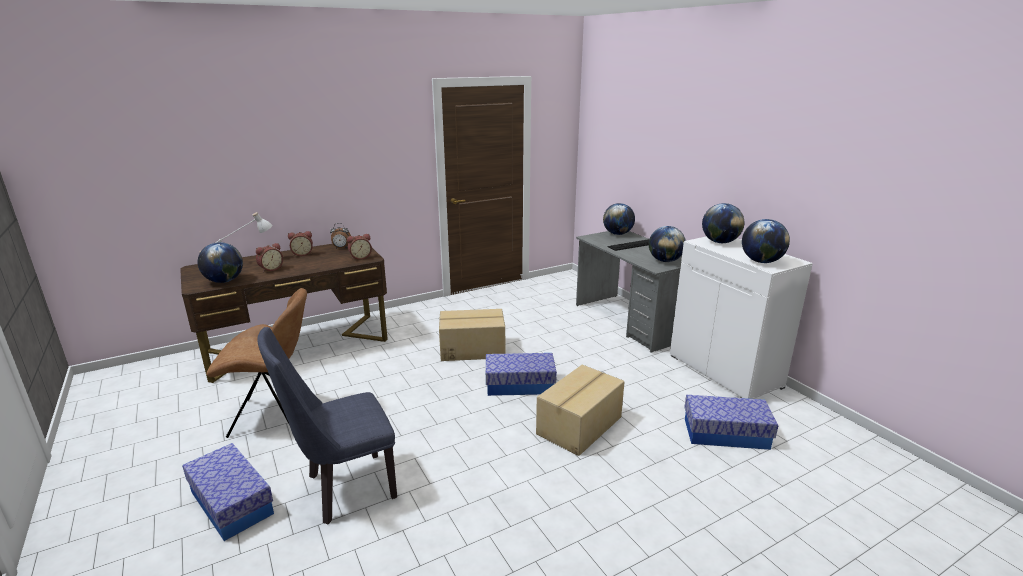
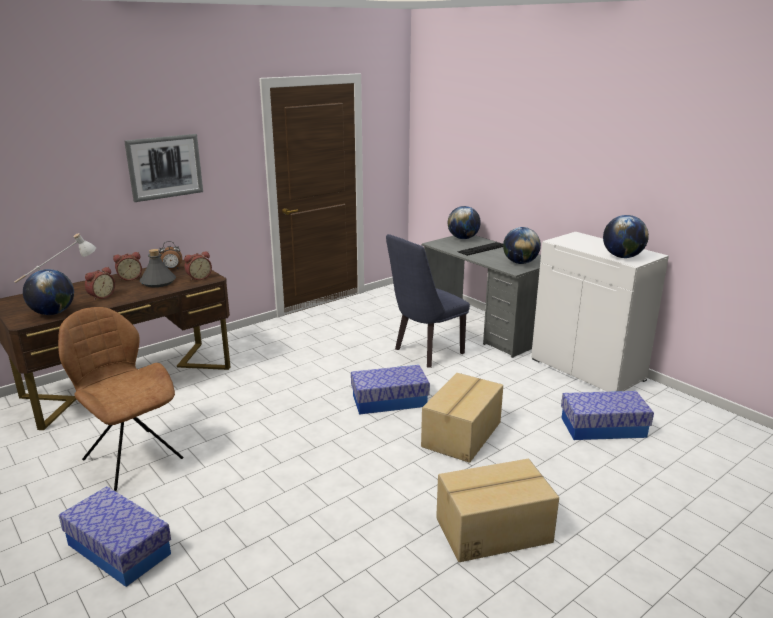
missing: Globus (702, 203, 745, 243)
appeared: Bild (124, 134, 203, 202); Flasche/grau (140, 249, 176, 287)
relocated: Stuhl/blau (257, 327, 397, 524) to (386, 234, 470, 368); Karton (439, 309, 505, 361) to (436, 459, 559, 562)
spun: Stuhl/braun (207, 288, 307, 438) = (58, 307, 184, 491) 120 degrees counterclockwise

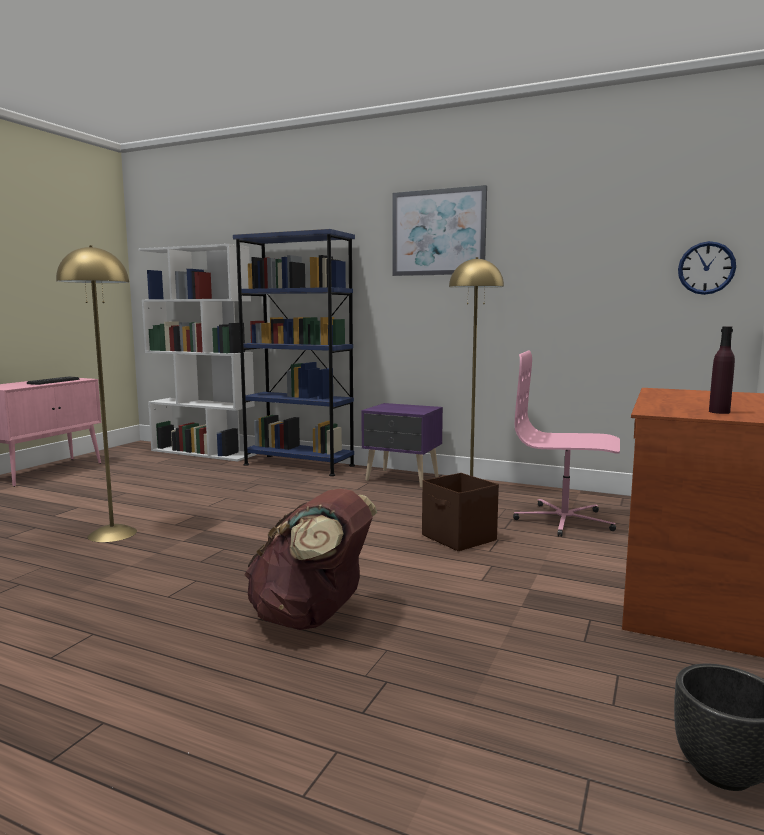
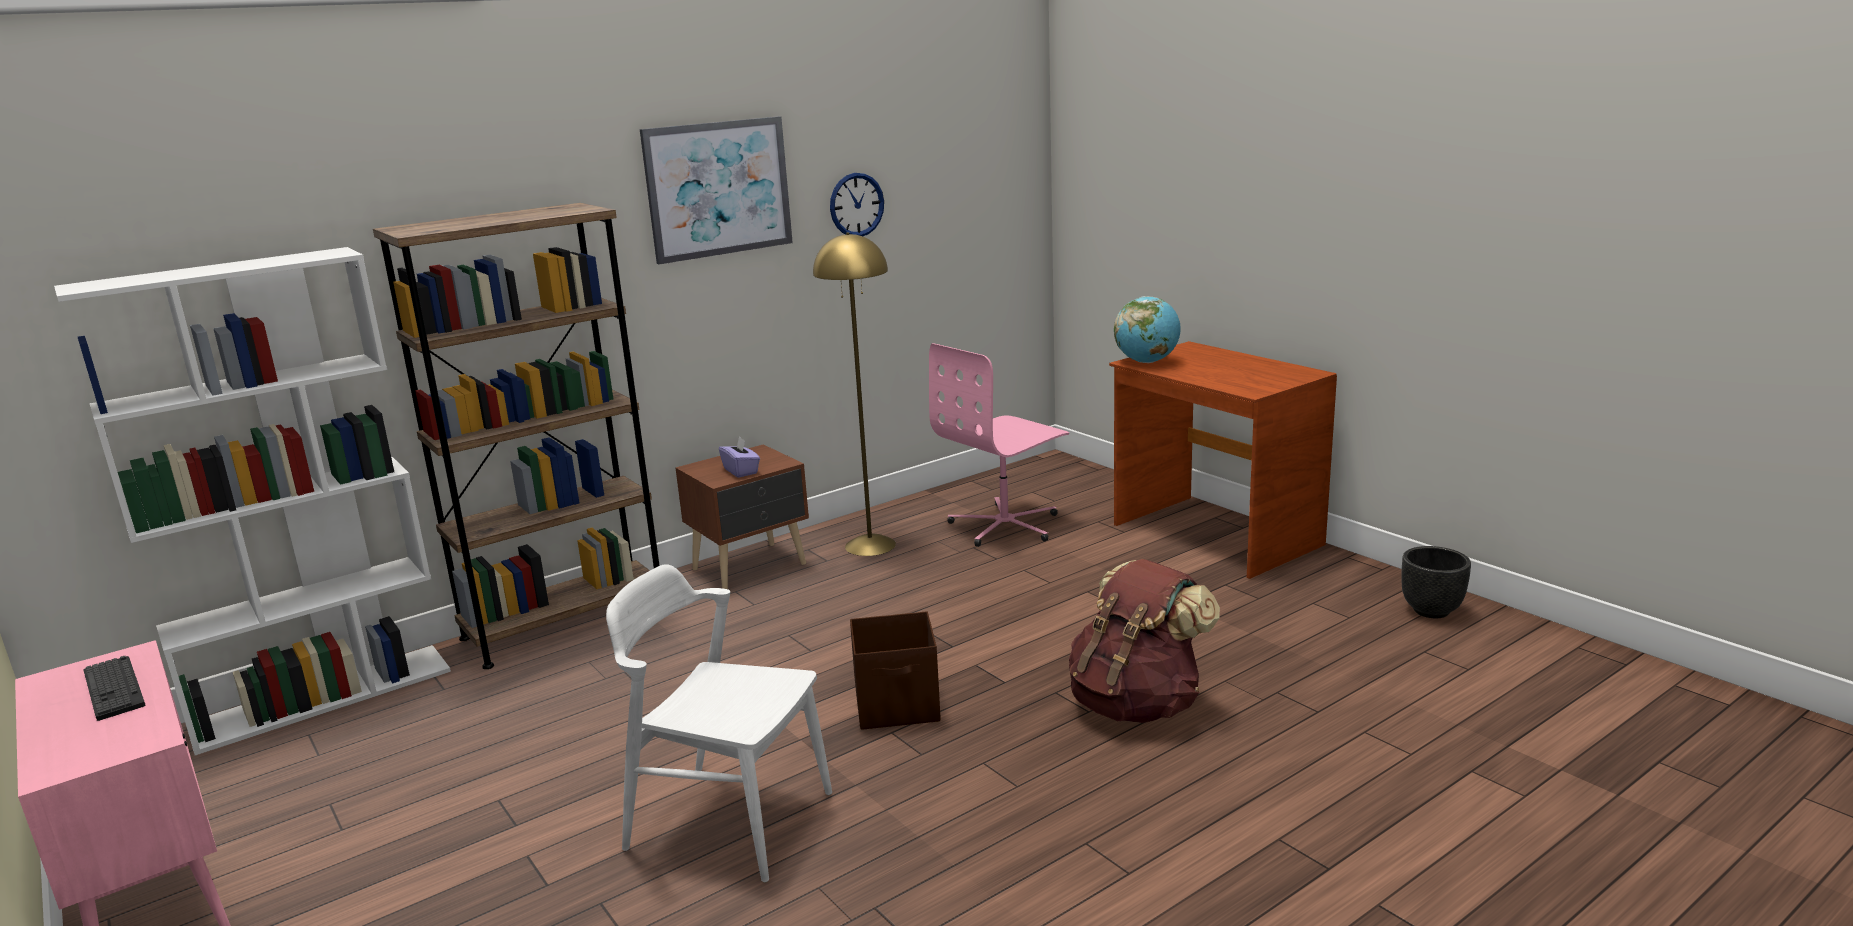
missing: Flasche/lila (709, 326, 735, 414)
appeared: Taschentuchbox/lila (719, 436, 760, 478); Globus (1114, 296, 1181, 363)
relocated: Aufbewahrungsbox/braun (422, 473, 499, 551) to (850, 611, 941, 730); Wanduhr (678, 241, 736, 295) to (830, 173, 884, 236)
exchanged: Stehlampe/gelb (56, 245, 137, 542) to Stuhl/weiß (606, 564, 832, 883)
colour: Bücherregal/blau (233, 229, 355, 476) to Bücherregal/braun (373, 203, 660, 669); Nachttisch/lila (361, 403, 443, 488) to Nachttisch/braun (675, 444, 809, 589)

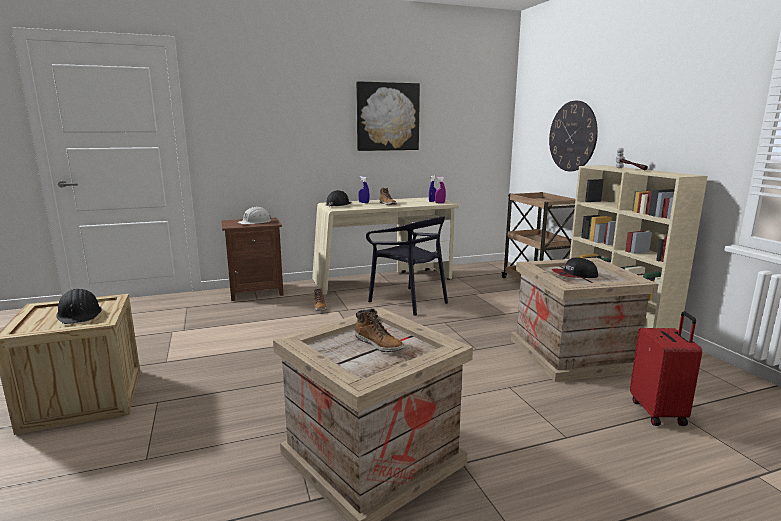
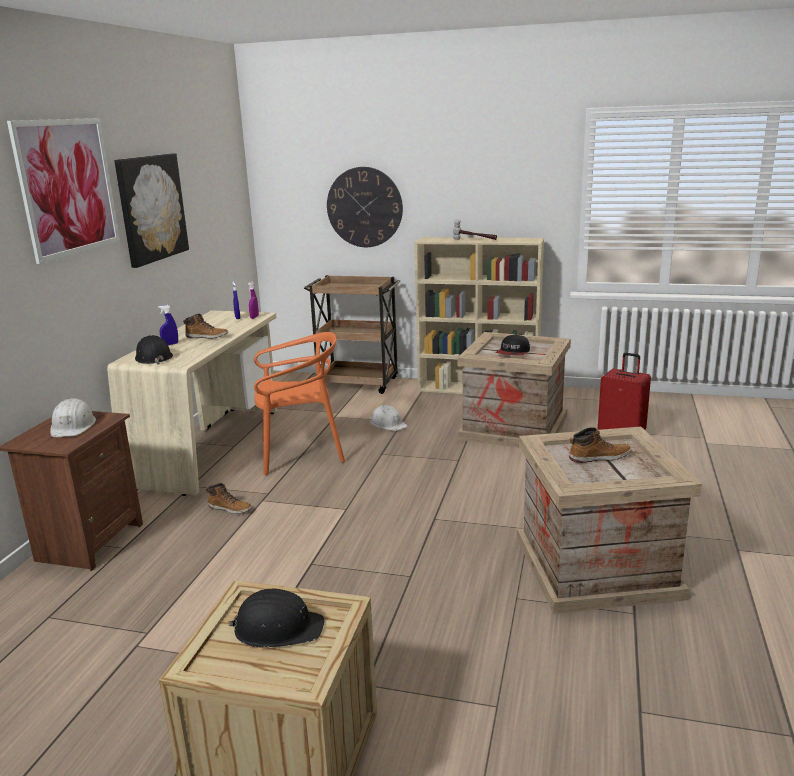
appeared: Bild (7, 118, 120, 264); Schutzhelm/weiß (370, 405, 408, 431)
colour: Stuhl/schwarz (366, 216, 448, 316) to Stuhl/orange (254, 332, 345, 475)

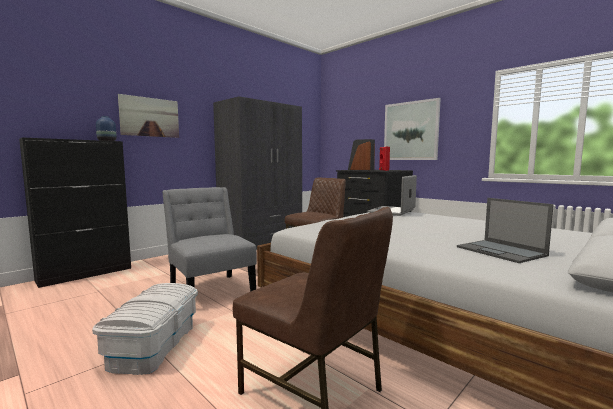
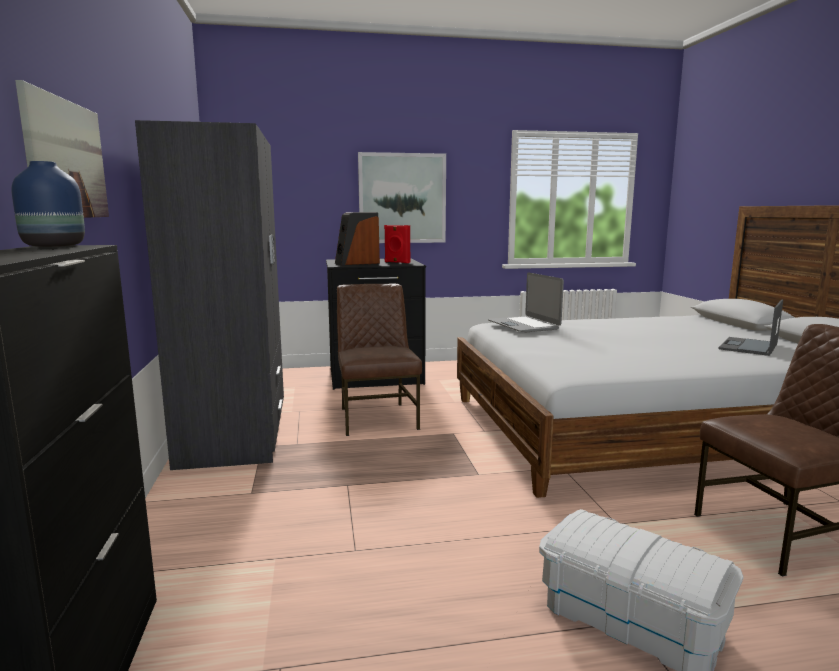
missing: Stuhl/grau (162, 187, 257, 292)
spun: Laptop (457, 198, 554, 263) = (718, 300, 783, 356) 120 degrees clockwise

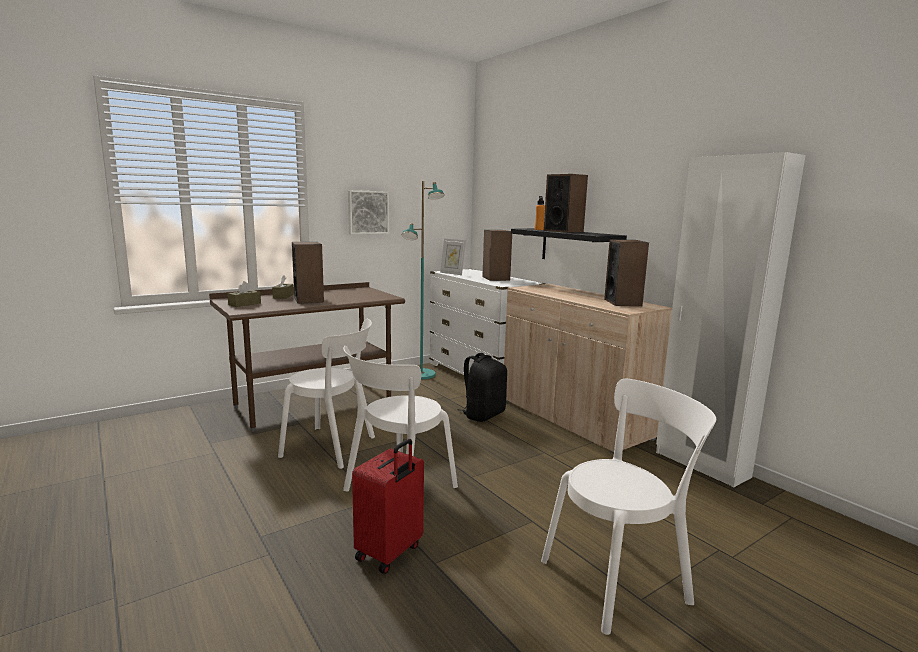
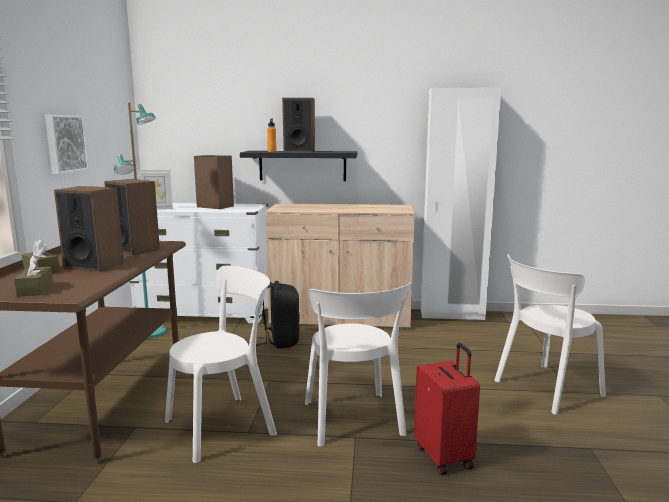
relocated: Lautsprecher (604, 239, 649, 306) to (104, 179, 160, 255)
spun: Stuhl/weiß (541, 379, 716, 635) = (494, 254, 606, 415) 135 degrees counterclockwise

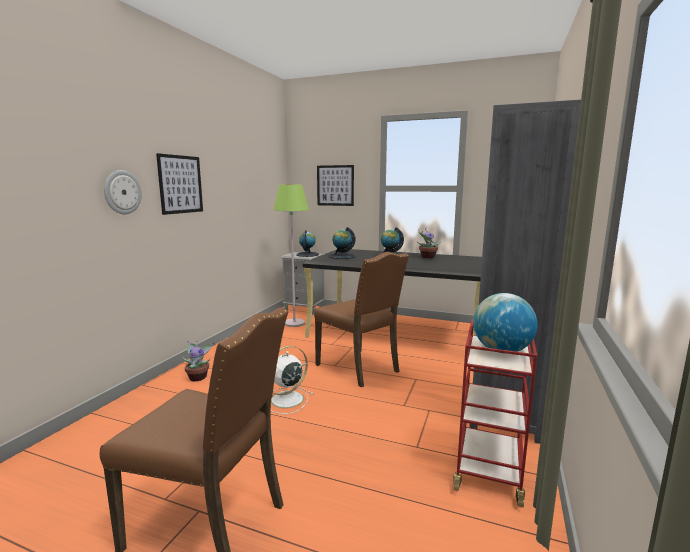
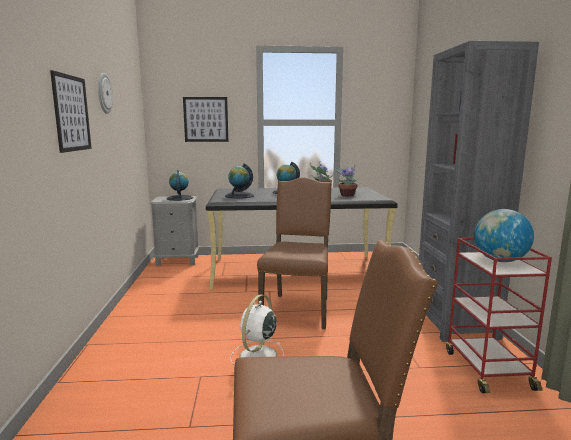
missing: Stehlampe/grün (273, 184, 309, 327)
relocated: Wanduhr (104, 170, 142, 214) to (98, 73, 113, 114); Topfpflanze (183, 341, 214, 382) to (334, 163, 359, 197)
spun: Stuhl/braun (314, 252, 409, 387) = (257, 177, 332, 329) 105 degrees counterclockwise

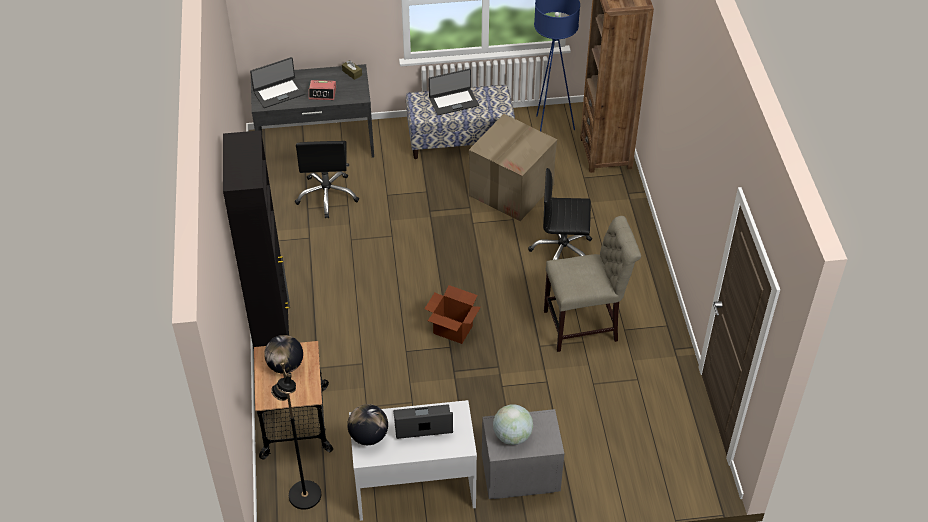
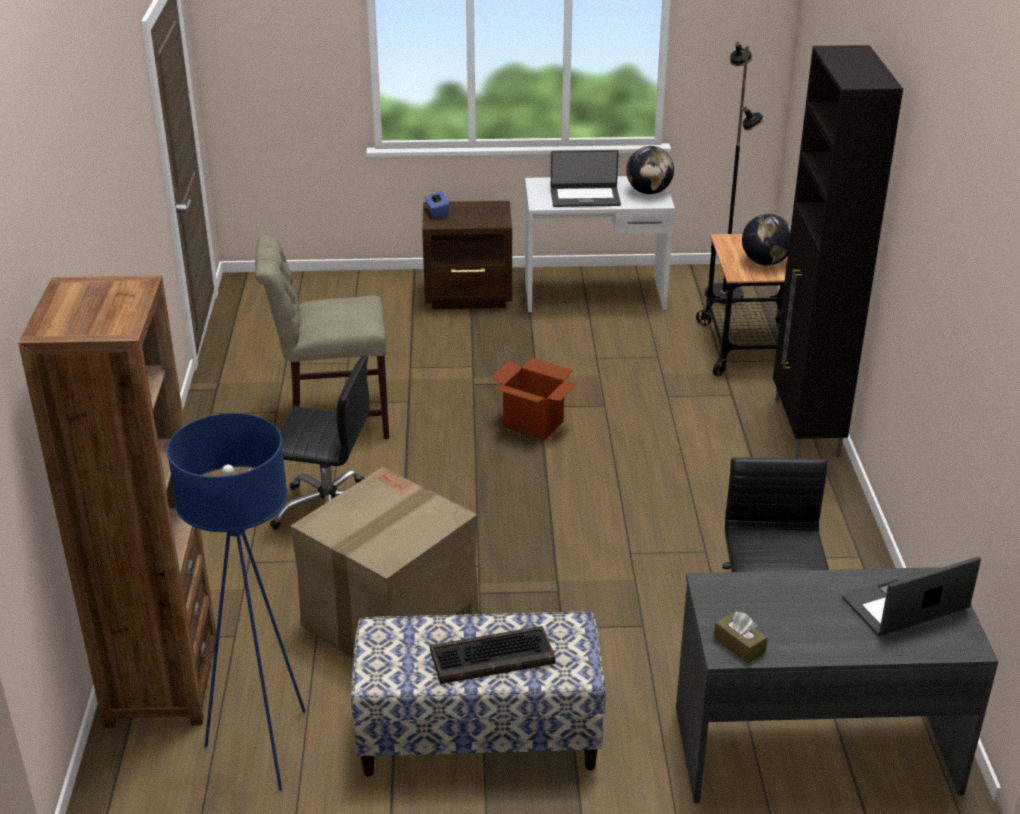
missing: Wecker (309, 80, 336, 100); Globus (493, 404, 533, 445)
appeared: Taschentuchbox/blau (425, 191, 449, 218)
exchanged: Laptop (429, 69, 479, 115) to Tastatur (430, 626, 555, 684)
colour: Nachttisch/grau (482, 409, 564, 499) to Nachttisch/braun (422, 201, 512, 309)

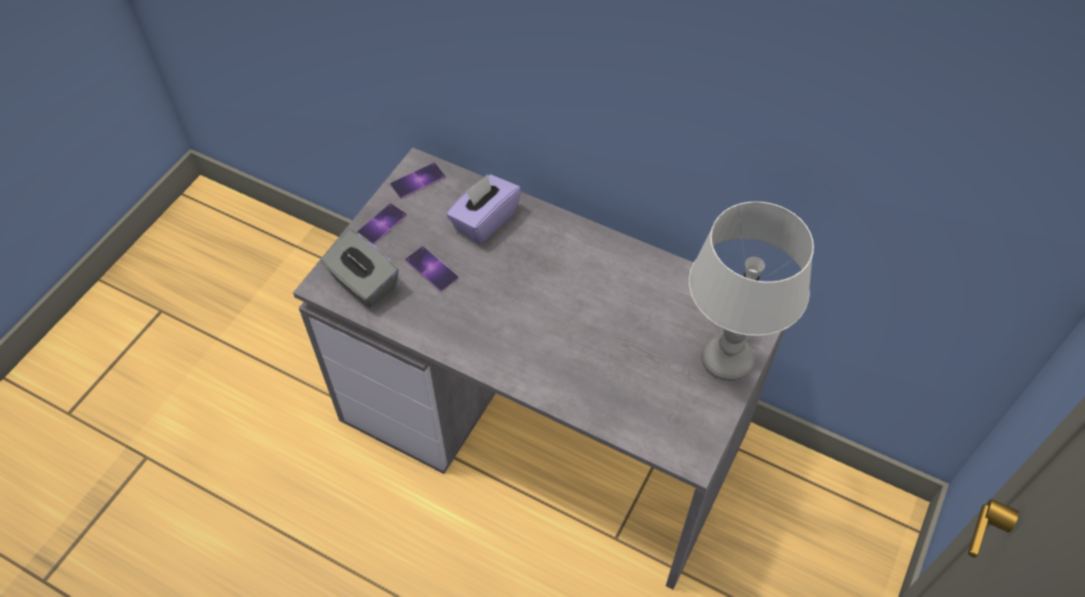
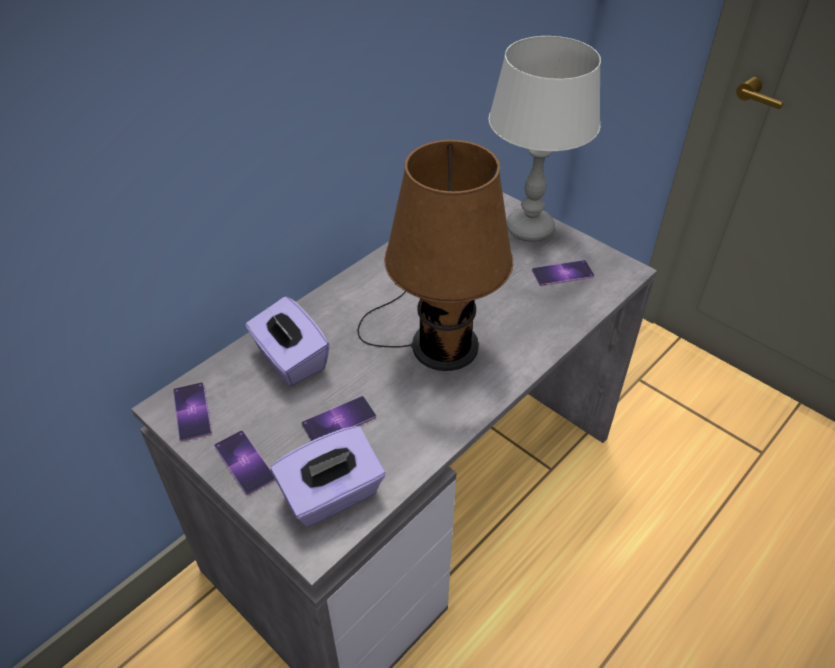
appeared: Tischlampe/braun (358, 140, 513, 371); Handy (532, 260, 594, 286)
colour: Taschentuchbox/grau (321, 230, 399, 308) to Taschentuchbox/lila (271, 426, 385, 527)

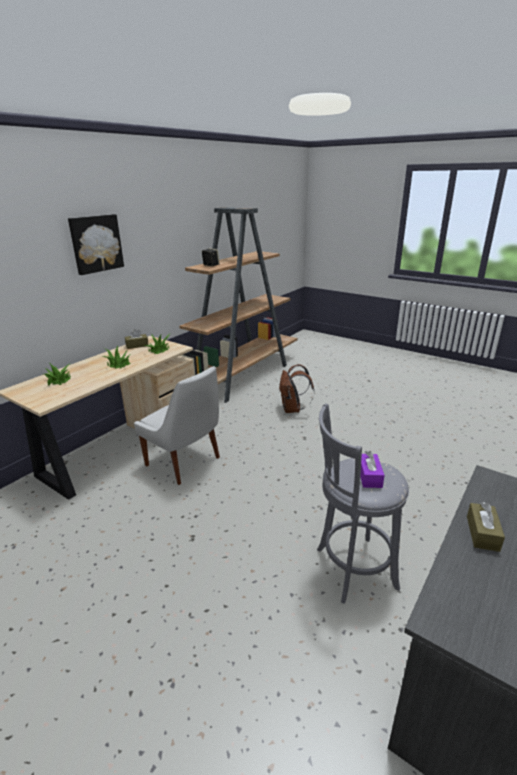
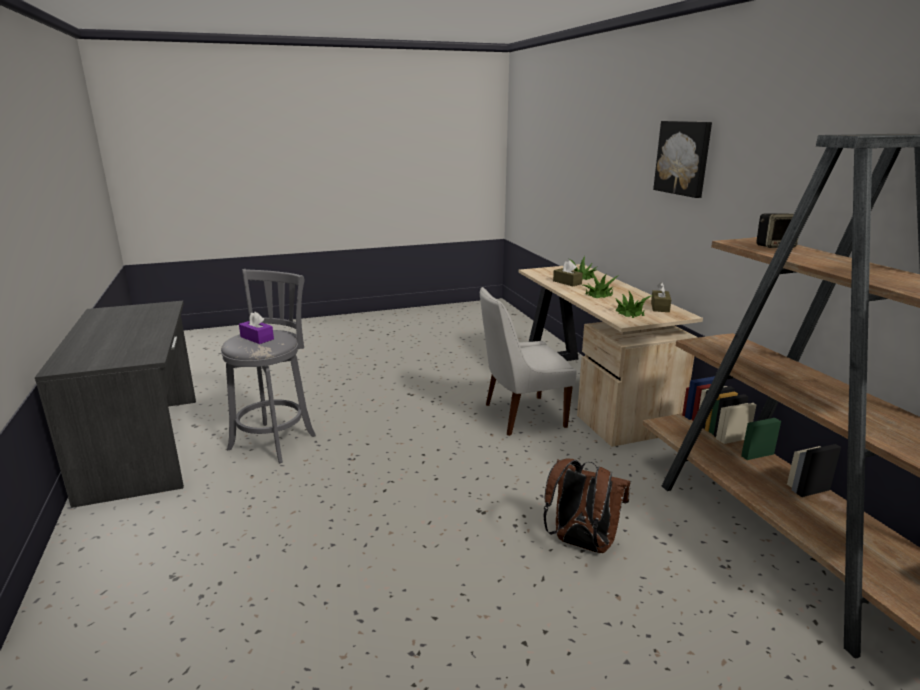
relocated: Taschentuchbox/braun (467, 502, 505, 552) to (553, 260, 583, 286)

